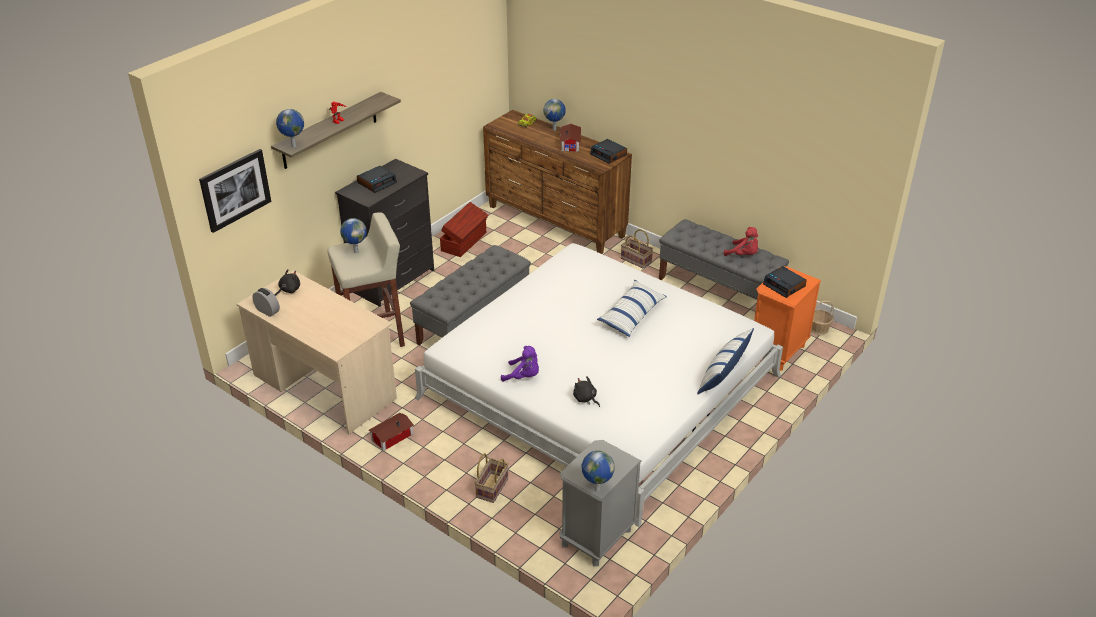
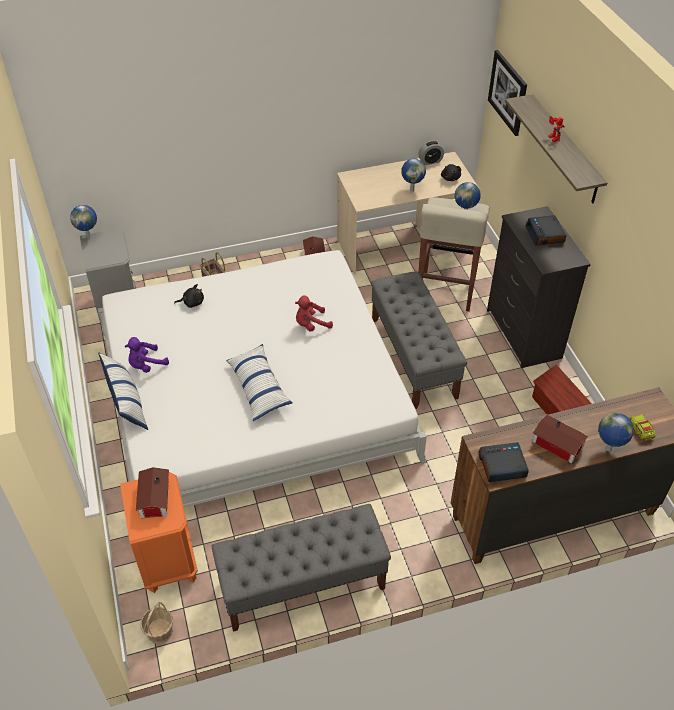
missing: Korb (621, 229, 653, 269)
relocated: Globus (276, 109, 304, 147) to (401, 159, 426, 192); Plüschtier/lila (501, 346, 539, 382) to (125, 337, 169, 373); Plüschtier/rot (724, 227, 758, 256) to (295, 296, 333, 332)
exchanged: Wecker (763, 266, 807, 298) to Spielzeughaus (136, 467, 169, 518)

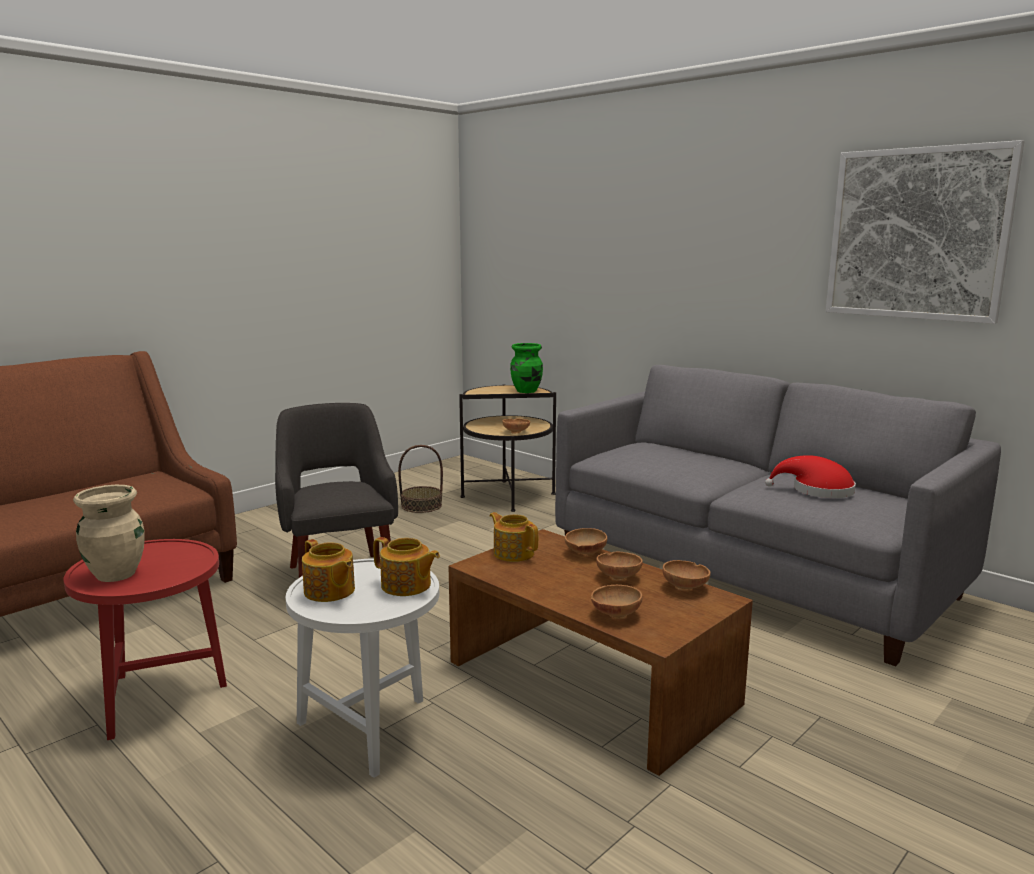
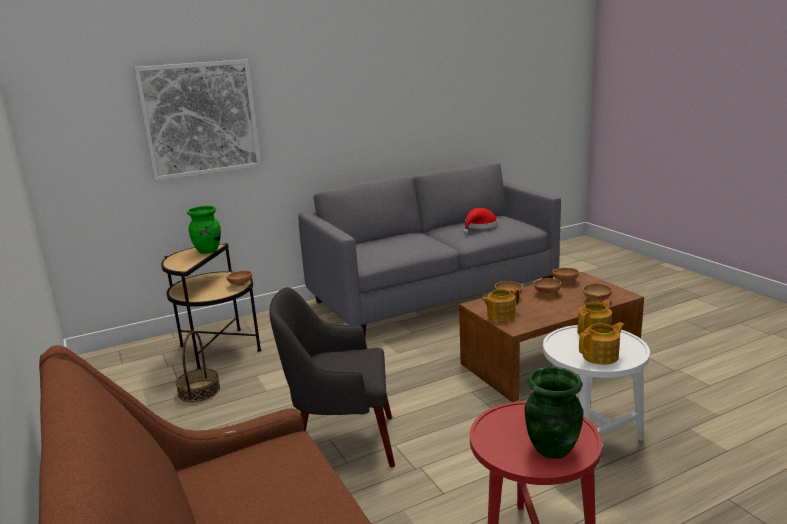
relocated: Bild (826, 140, 1025, 324) to (134, 59, 261, 181)
colour: Vase/beige (73, 485, 145, 582) to Vase/grün (525, 367, 584, 459)

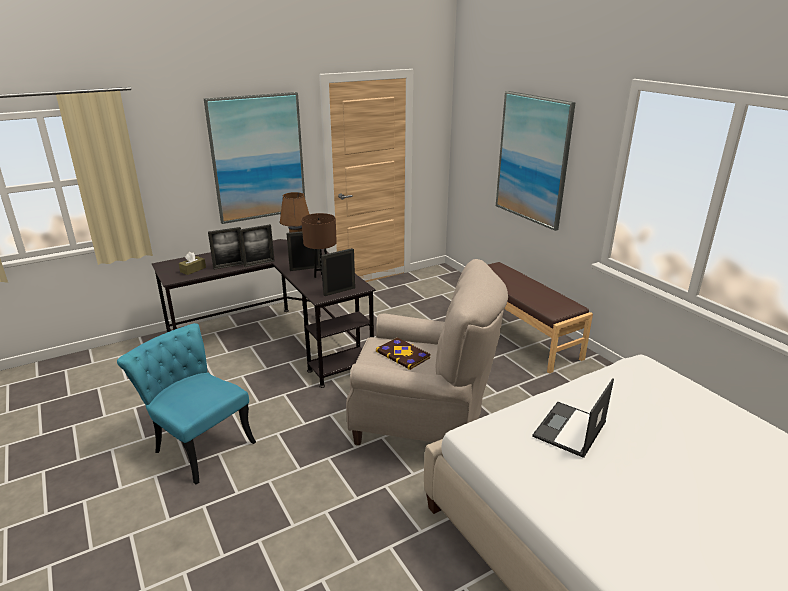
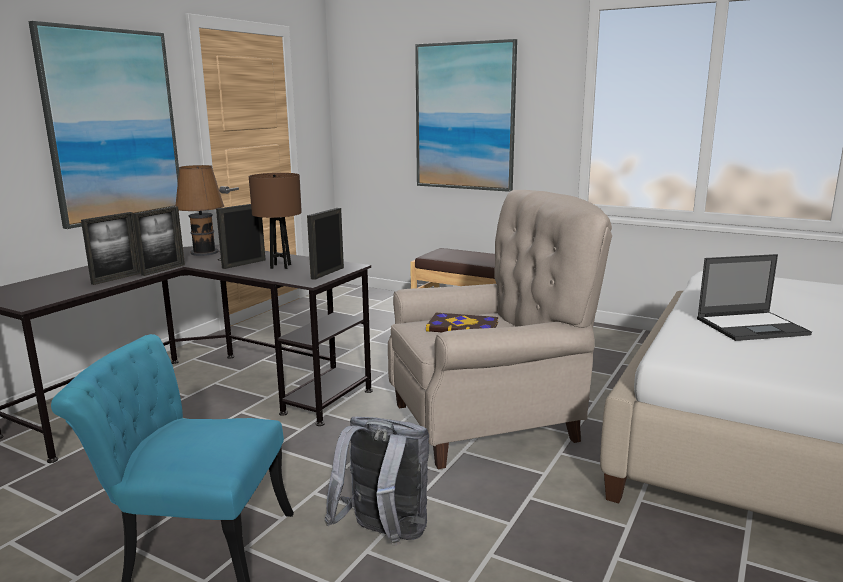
missing: Taschentuchbox/braun (179, 252, 206, 275)
appeared: Rucksack/grau (325, 417, 429, 546)
spun: Laptop (532, 378, 614, 458) = (697, 254, 812, 341) 105 degrees counterclockwise

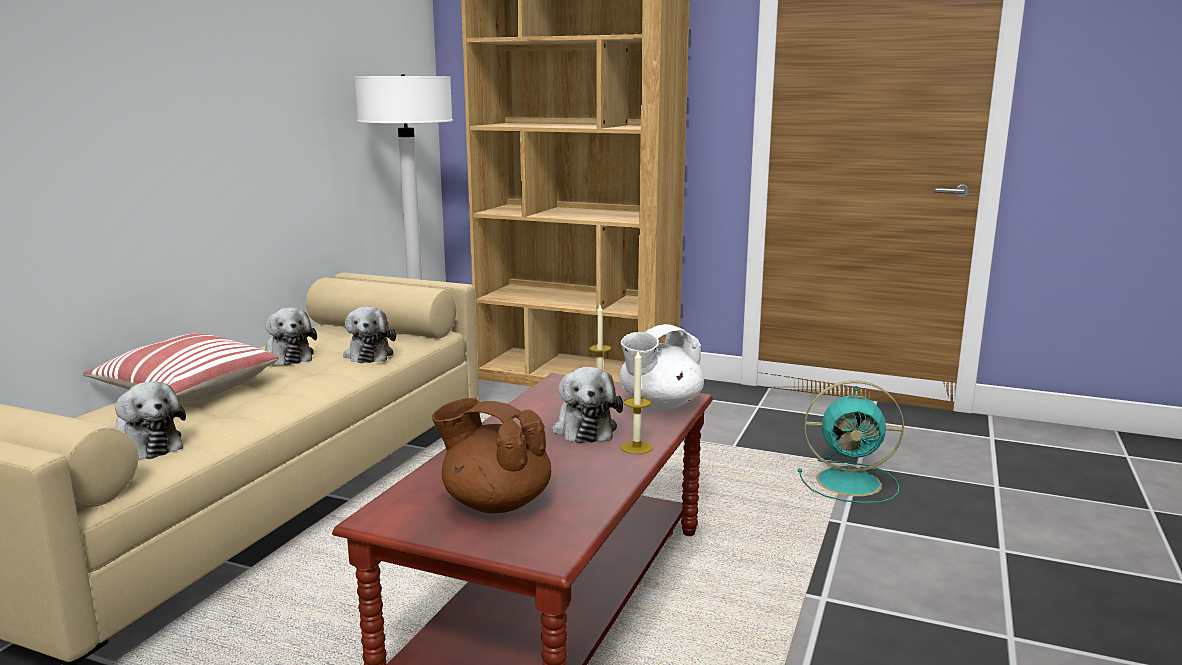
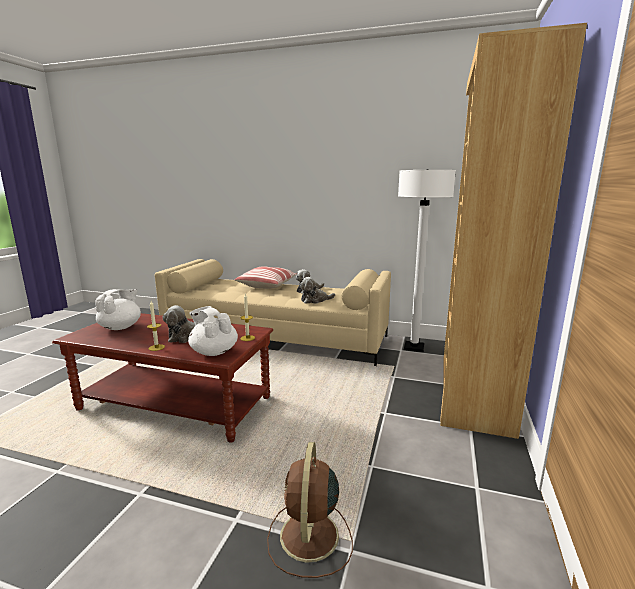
missing: Plüschtier (115, 381, 186, 460)
colour: Teekanne/braun (432, 398, 551, 513) to Teekanne/weiß (95, 289, 141, 330); Ventilator/türkis (798, 380, 904, 503) to Ventilator/braun (267, 442, 353, 578)

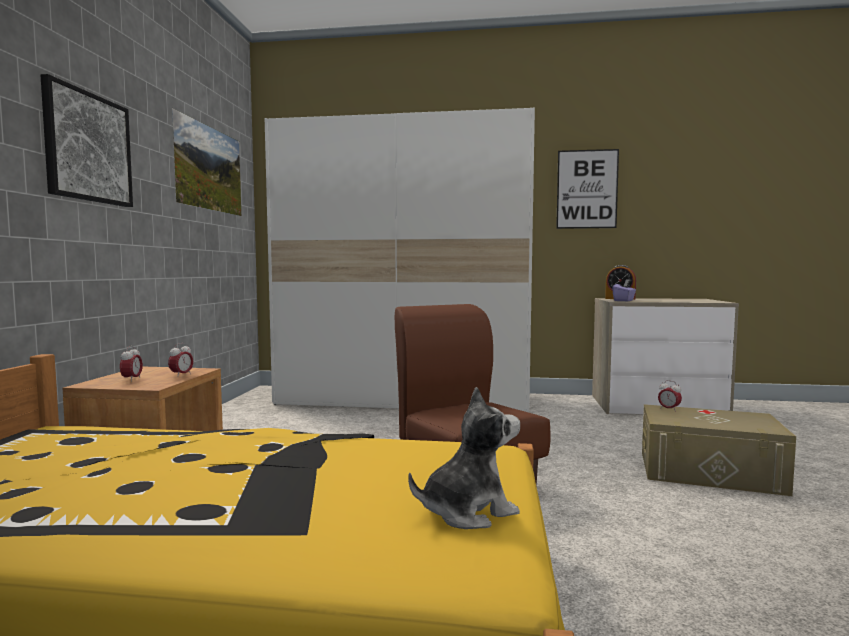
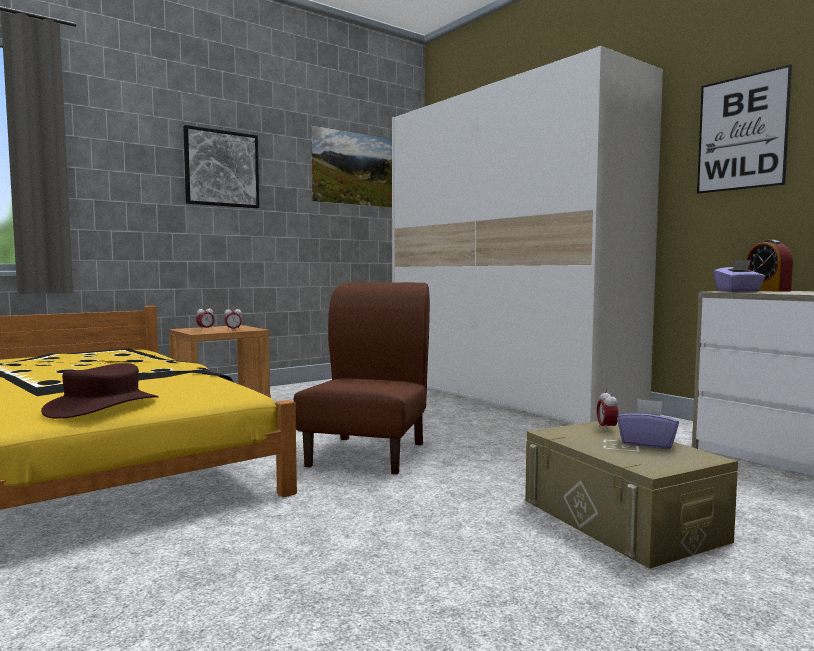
appeared: Taschentuchbox/lila (617, 399, 679, 449)
exchanged: Plüschtier (408, 387, 520, 529) to Hut/braun (41, 363, 159, 419)

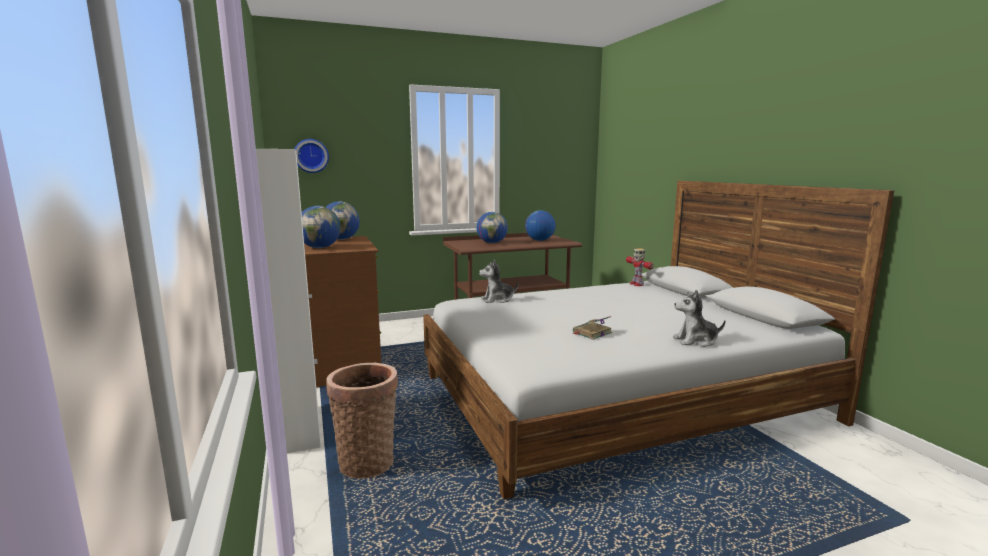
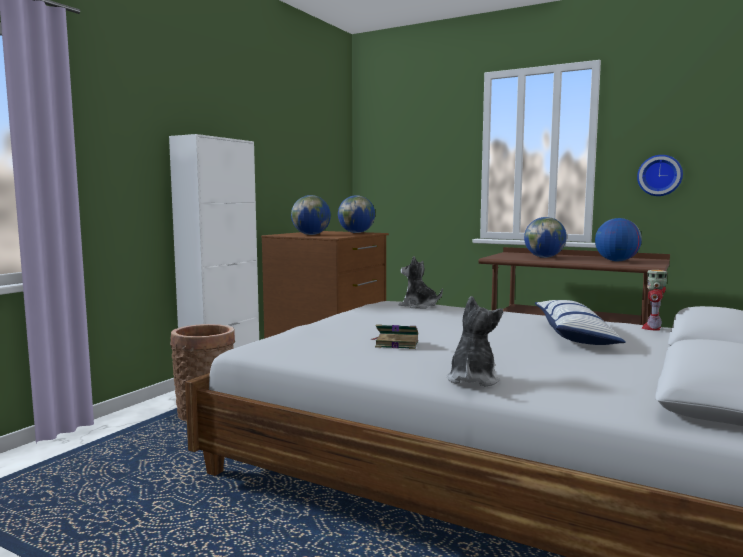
appeared: Kissen (535, 300, 626, 345)
relocated: Wanduhr (295, 139, 329, 173) to (637, 155, 683, 196)
spun: Plüschtier (673, 290, 726, 347) = (447, 296, 503, 387) 60 degrees clockwise

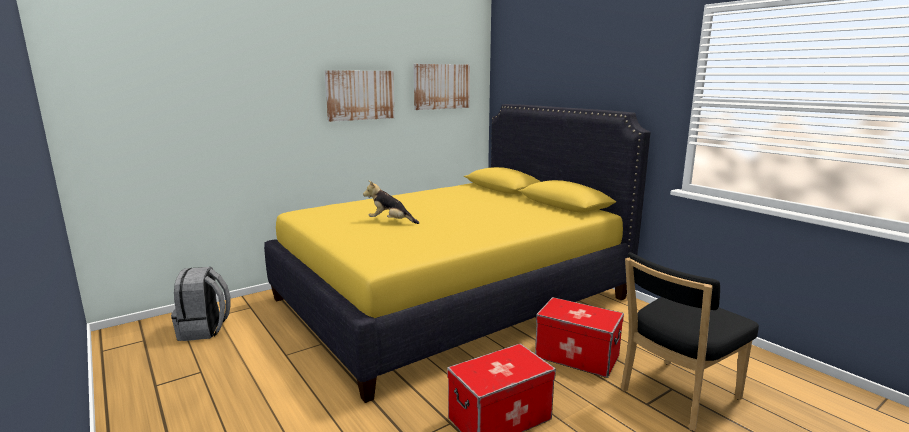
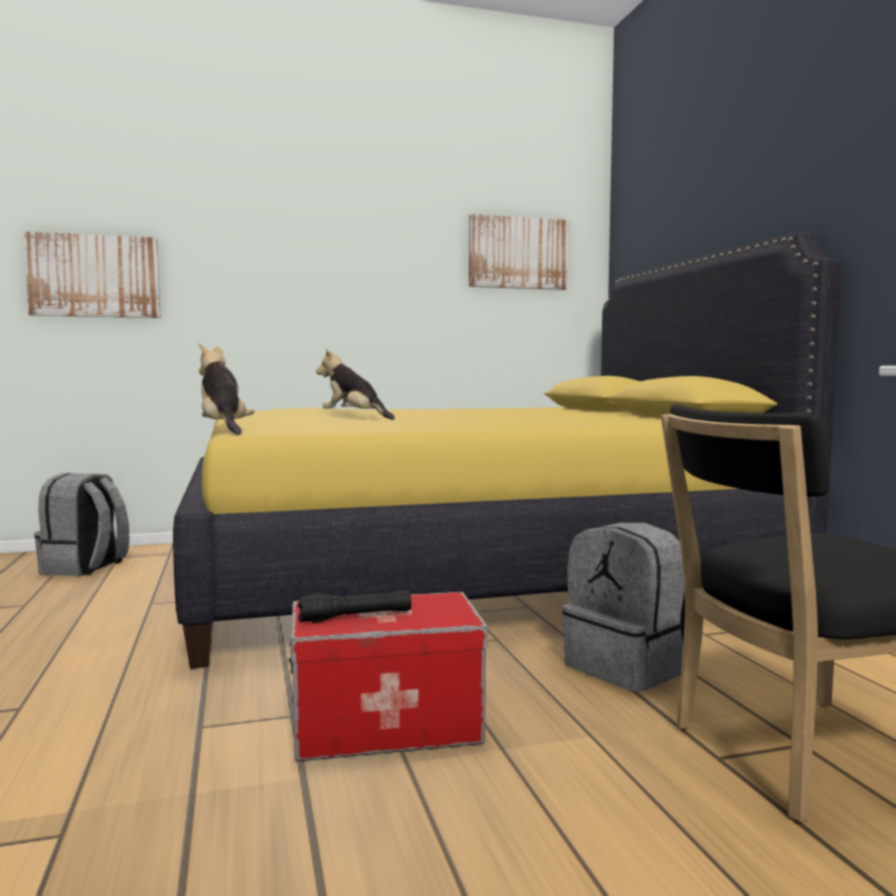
appeared: Plüschtier (199, 343, 254, 435); Taschenlampe/schwarz (298, 590, 411, 623)
relocated: Bild (325, 70, 395, 122) to (24, 231, 160, 318)
exchanged: Aufbewahrungsbox (535, 297, 624, 378) to Rucksack/grau (562, 522, 685, 692)

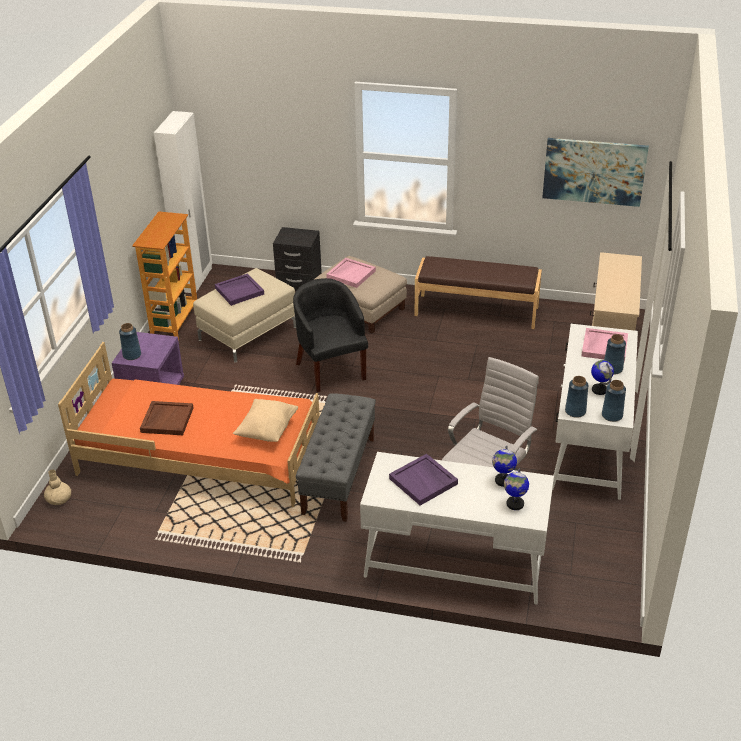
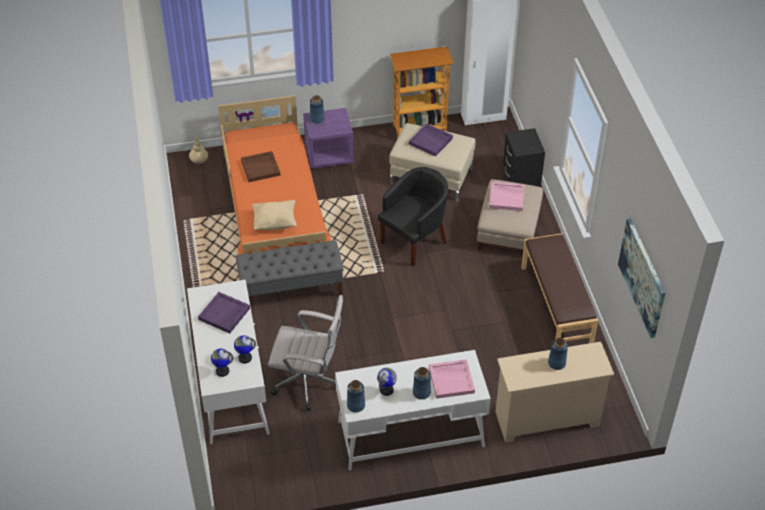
relocated: Vase/blau (565, 376, 589, 418) to (548, 338, 568, 370)

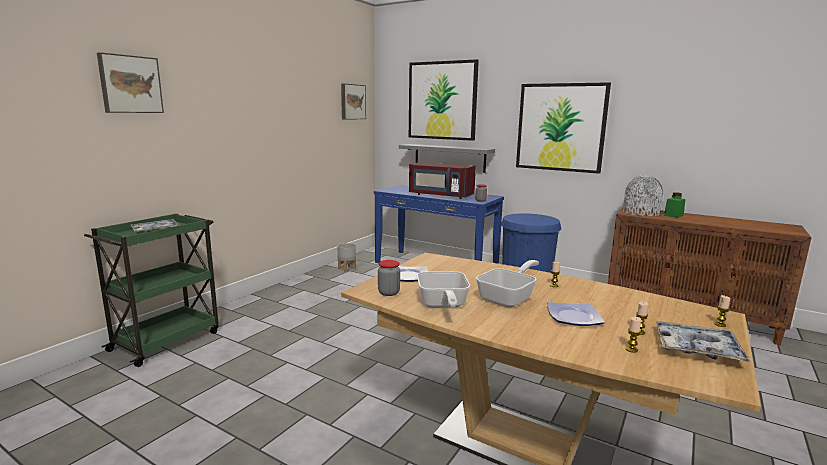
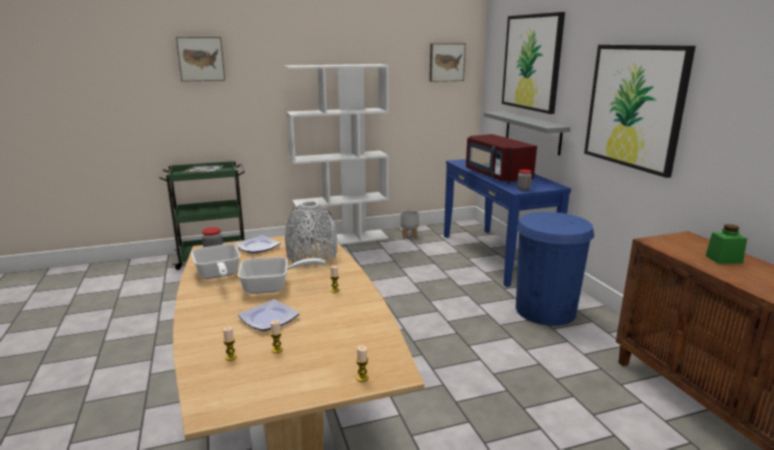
missing: Tablett (655, 321, 750, 363)
appeared: Bücherregal/weiß (284, 64, 389, 245)
relocated: Vase/grau (623, 175, 663, 217) to (285, 202, 337, 266)
spun: Pfanne (417, 271, 470, 308) = (191, 244, 240, 279) 60 degrees counterclockwise

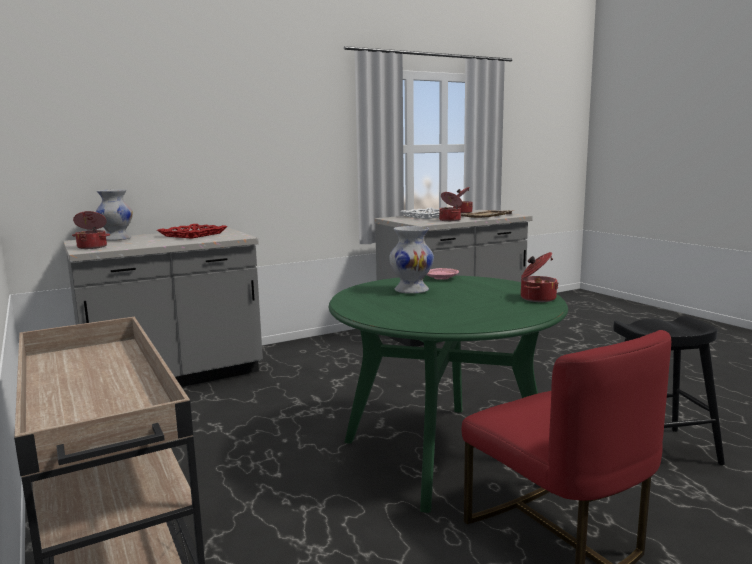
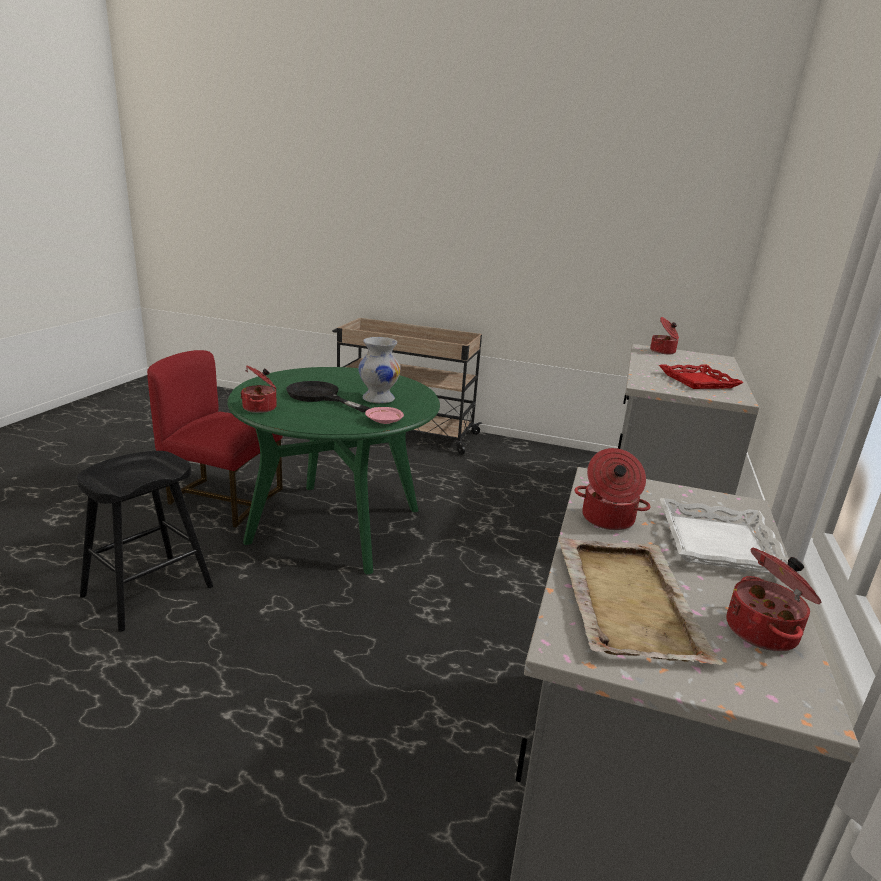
missing: Vase/weiß (96, 189, 133, 241)
appeared: Pfanne/schwarz (286, 381, 370, 413)

